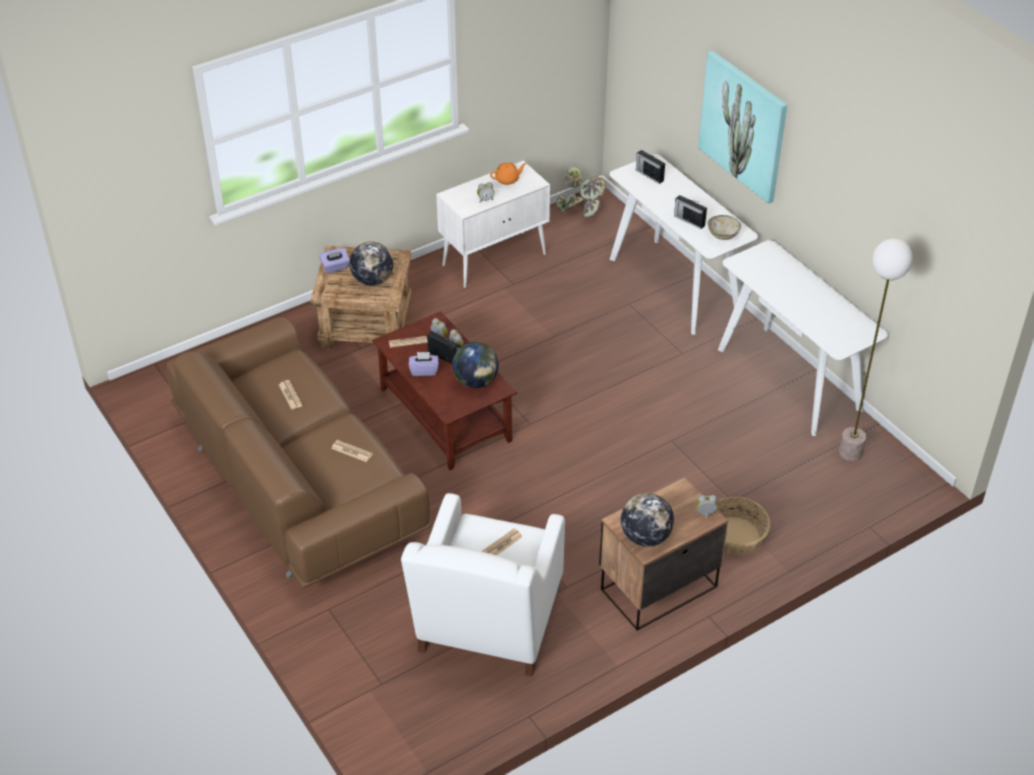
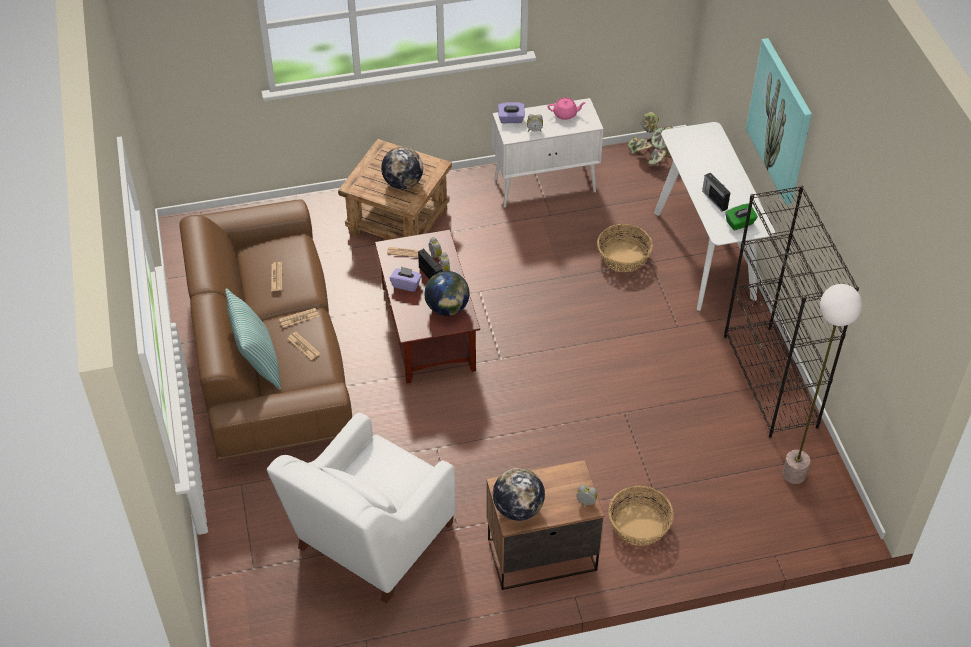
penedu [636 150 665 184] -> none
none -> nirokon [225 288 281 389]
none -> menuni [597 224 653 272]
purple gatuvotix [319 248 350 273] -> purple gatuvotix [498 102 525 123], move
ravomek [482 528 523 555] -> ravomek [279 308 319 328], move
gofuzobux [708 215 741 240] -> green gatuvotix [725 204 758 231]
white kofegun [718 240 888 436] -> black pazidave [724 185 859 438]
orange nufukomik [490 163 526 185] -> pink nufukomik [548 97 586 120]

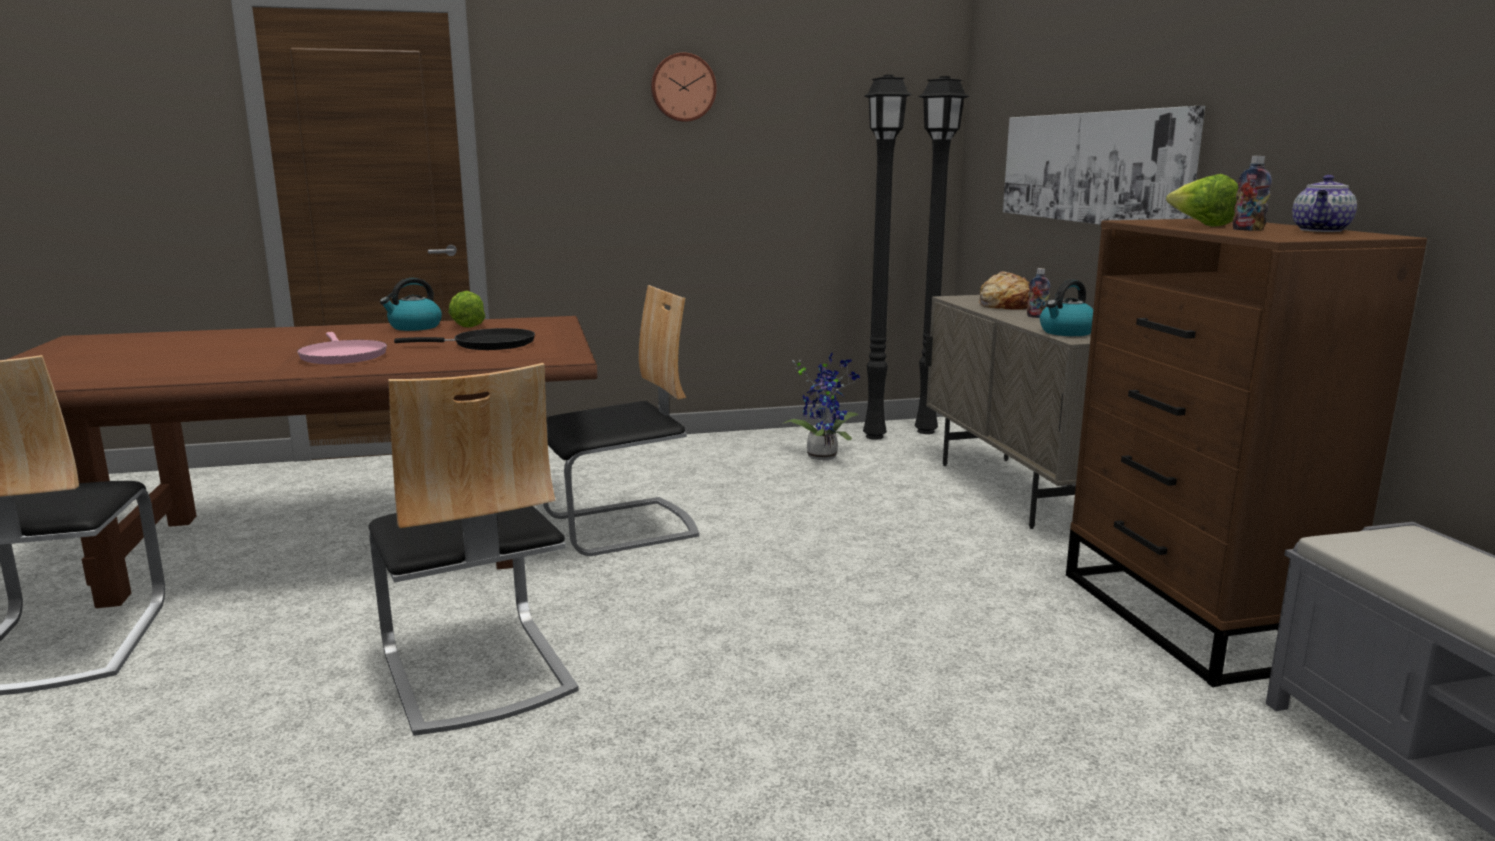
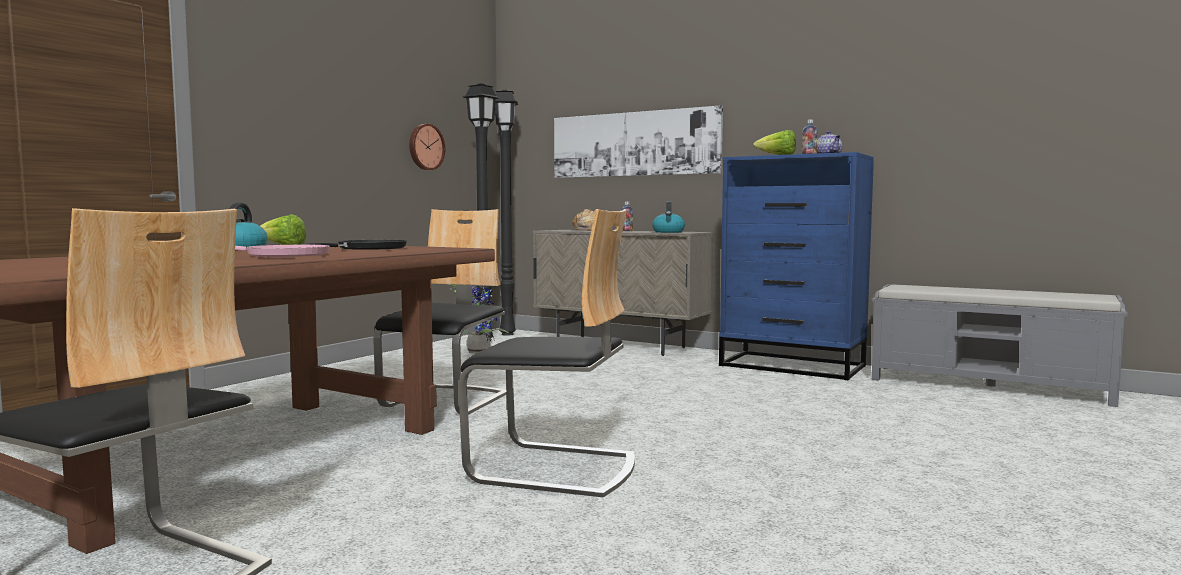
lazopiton [651 53 717 122] -> lazopiton [409 124 446 170], move
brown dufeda [1066 219 1427 687] -> blue dufeda [719 152 874 380]

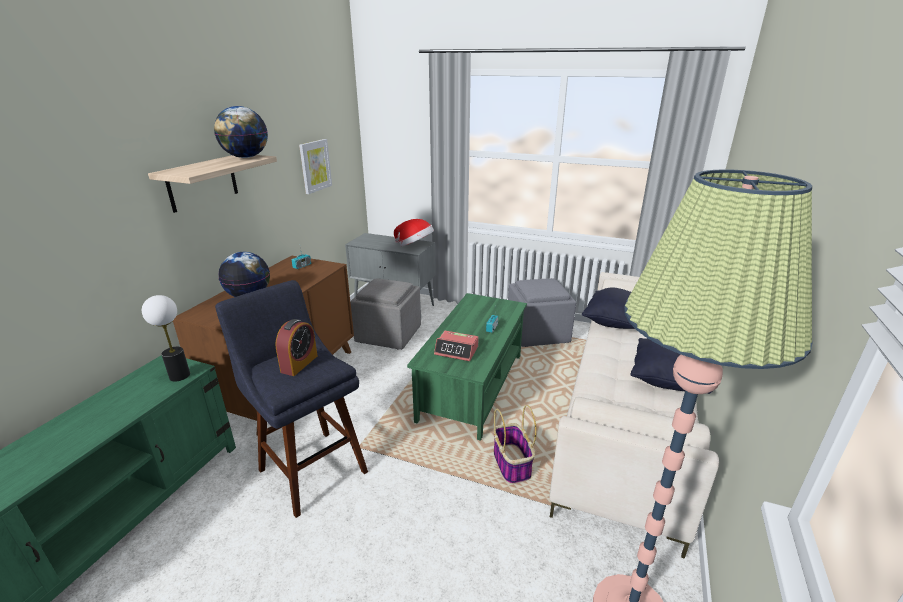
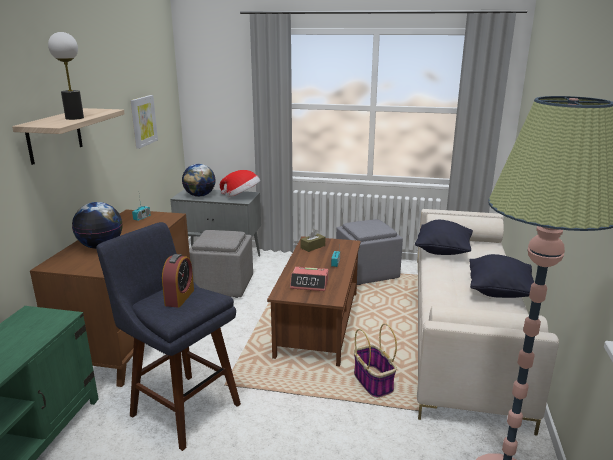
none -> brown gatuvotix [300 229 325 252]
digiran [142 295 190 381] -> digiran [48 32 84 120], move
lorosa [214 106 268 158] -> lorosa [182 164 215 197], move
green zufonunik [407 293 527 441] -> brown zufonunik [267 236 361 366]

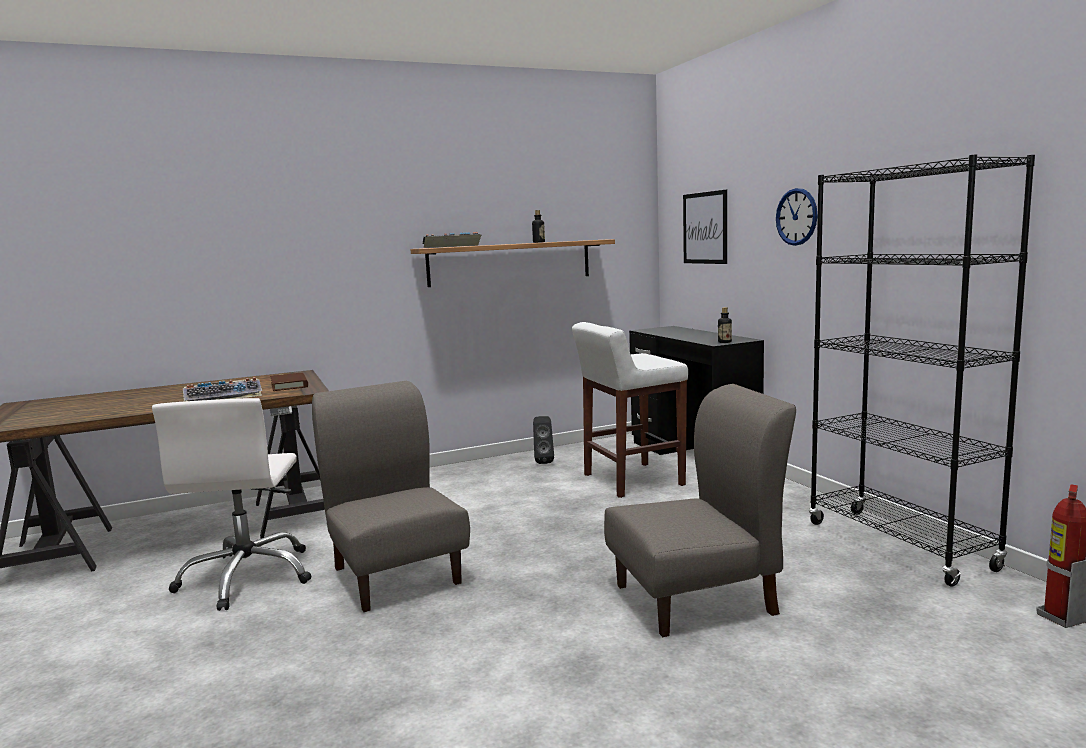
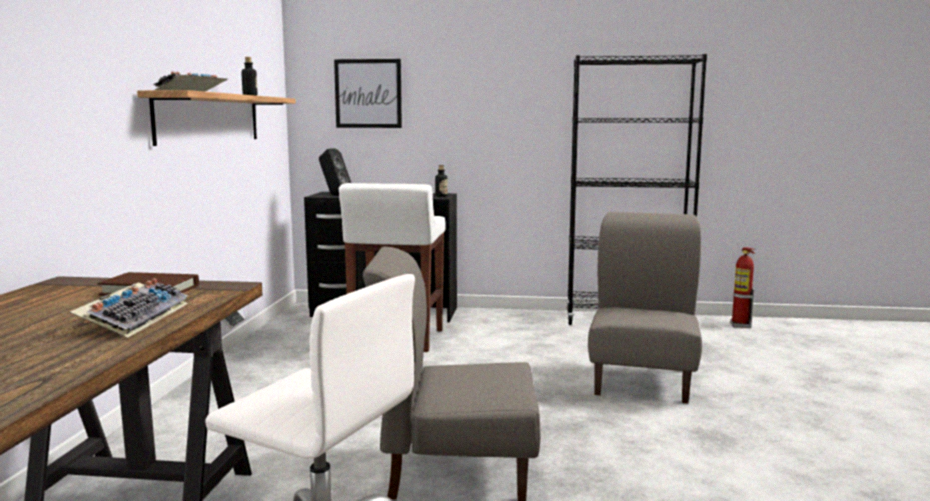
lazopiton [776 188 818 246] -> none
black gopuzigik [533 416 554 464] -> black gopuzigik [319 149 351 195], move

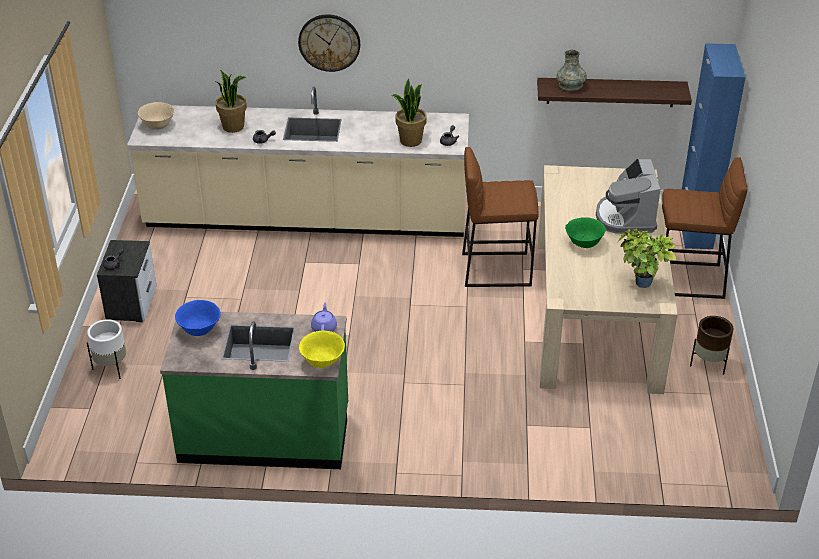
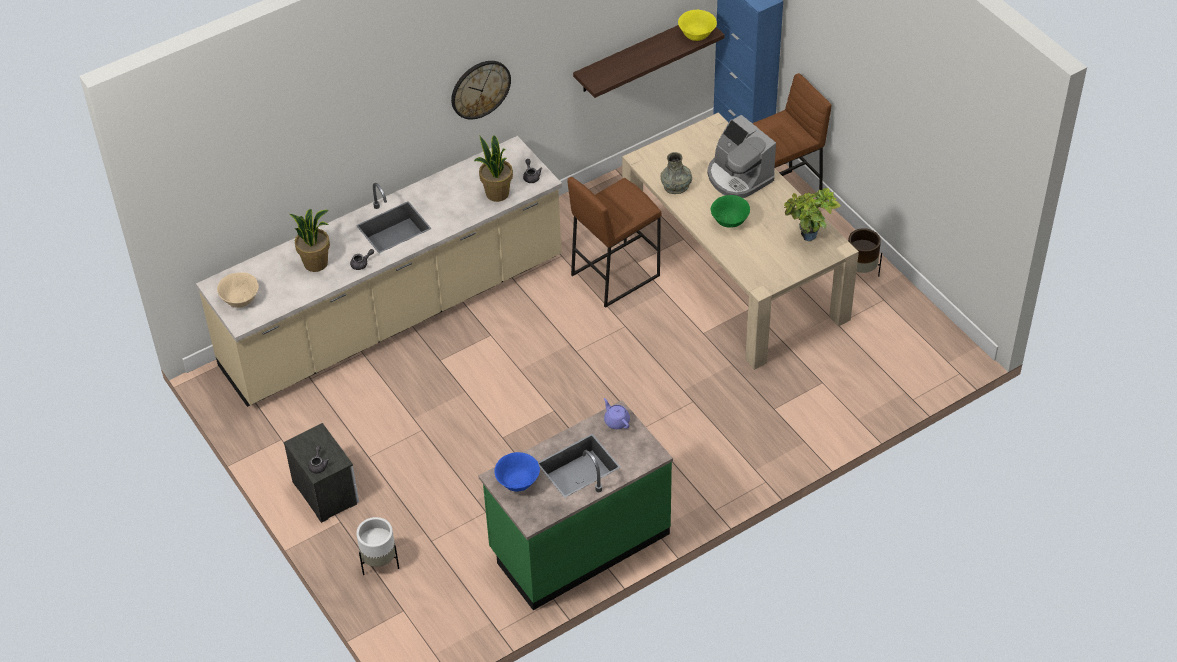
lazopiton [298 14 360 72] -> lazopiton [451 61 511 120], move
yellow gofuzobux [299 331 345 368] -> yellow gofuzobux [678 10 717 41], move
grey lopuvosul [556 50 587 91] -> grey lopuvosul [660 152 692 194], move

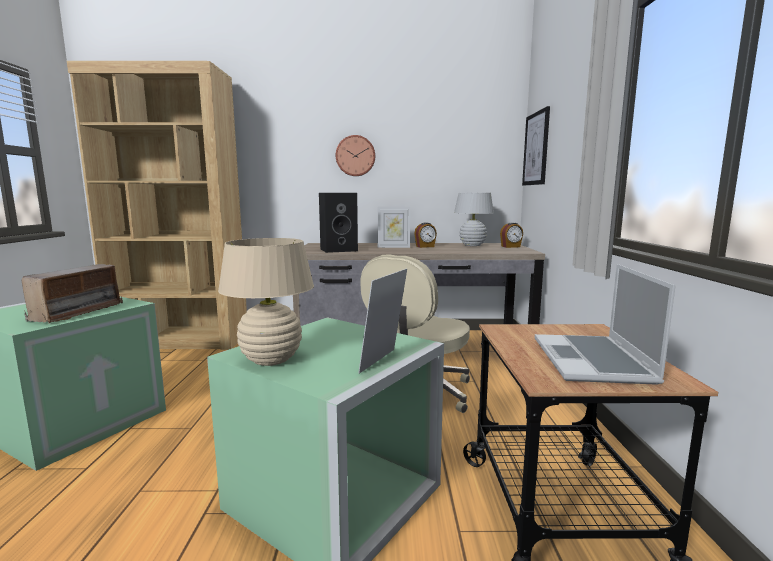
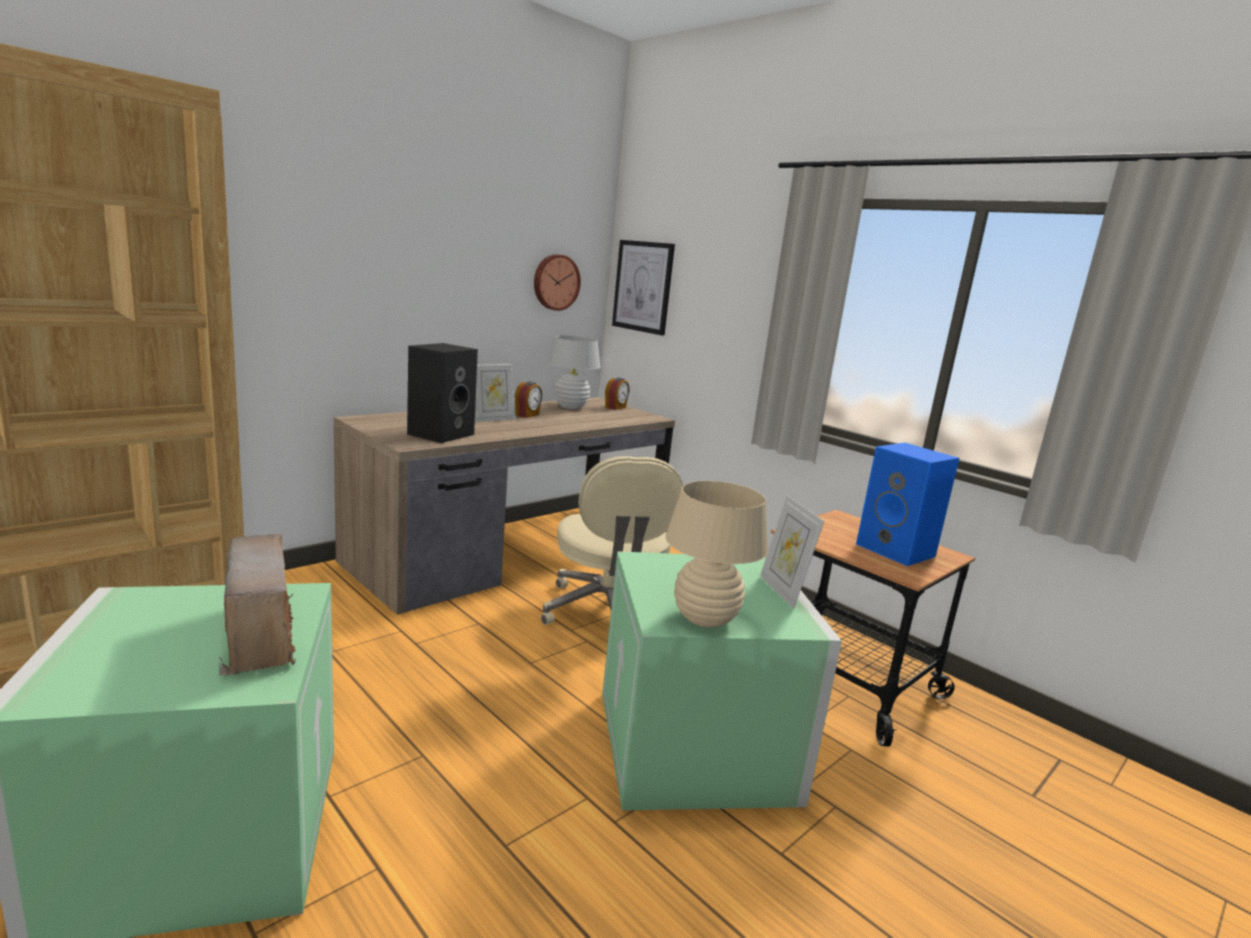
lazopiton [336 135 375 176] -> lazopiton [534 254 581 311], move
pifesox [535 264 676 385] -> blue gopuzigik [856 443 959 566]

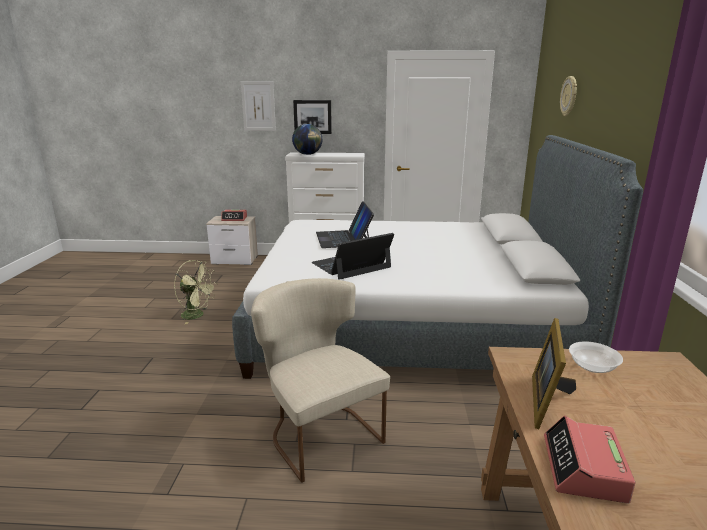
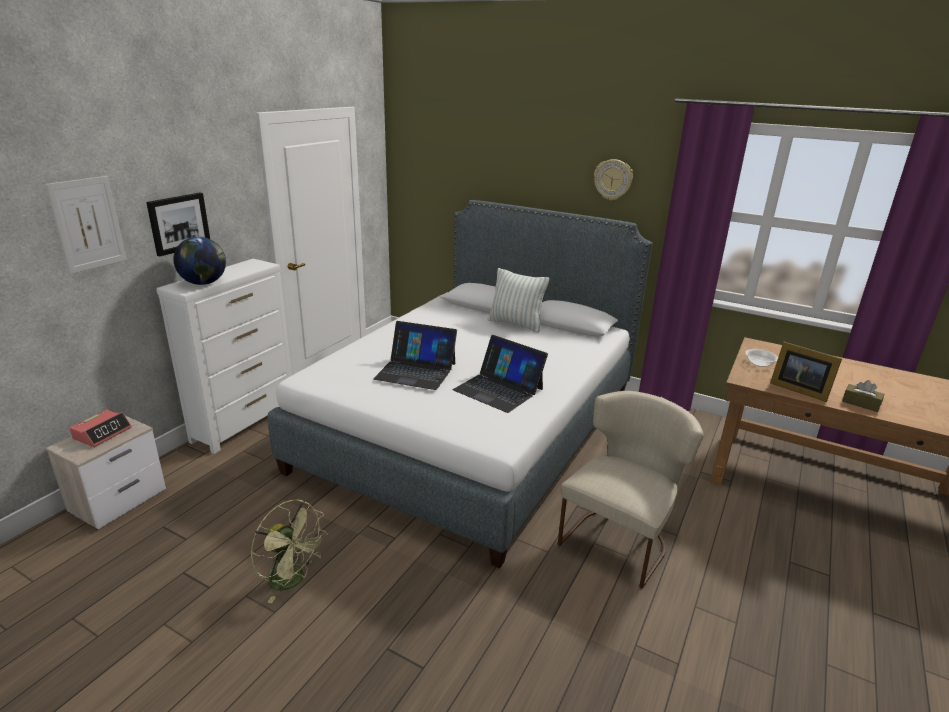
none -> nirokon [488 268 550 333]
lazopiton [560 76 577 116] -> lazopiton [594 159 633 200], move
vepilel [544 416 635 504] -> brown gatuvotix [842 380 884 412]
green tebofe [174 260 216 324] -> green tebofe [251 499 328 603], 75 degrees clockwise
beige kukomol [251 278 390 483] -> beige kukomol [558 391 704 588], 135 degrees clockwise
pifesox [311 233 394 280] -> pifesox [453 335 548 413], 45 degrees counterclockwise

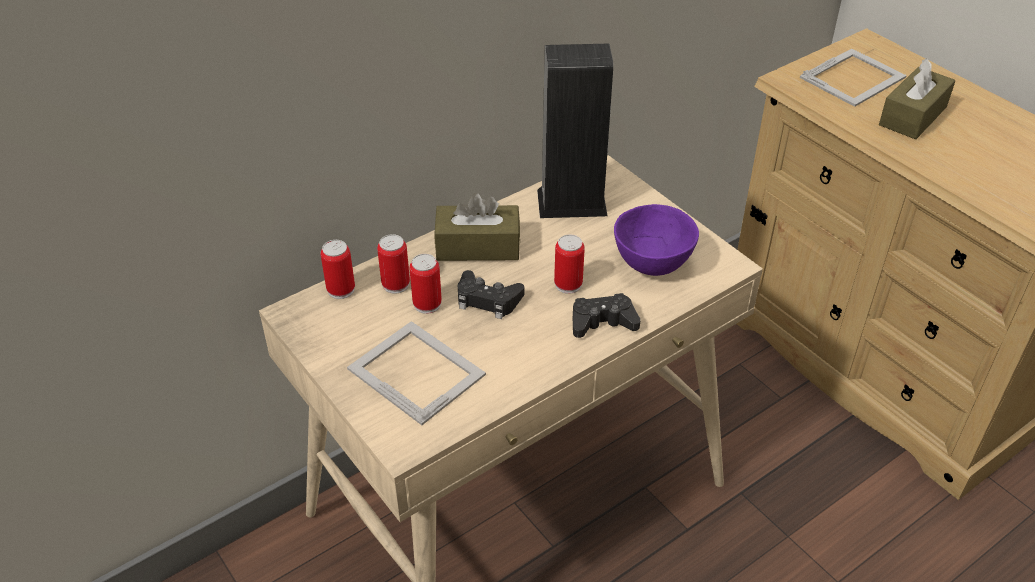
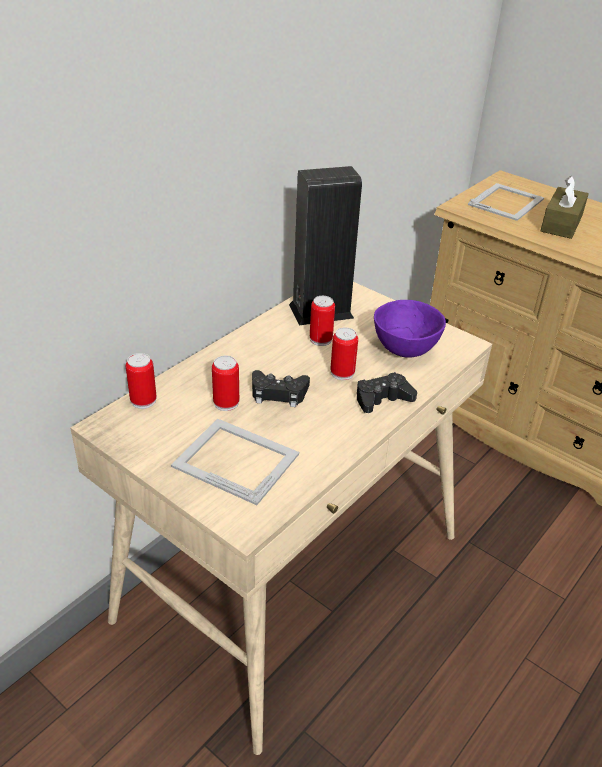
brown gatuvotix [434 193 520 261] -> none
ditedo [377 234 410 294] -> ditedo [310 296 335 346], move

